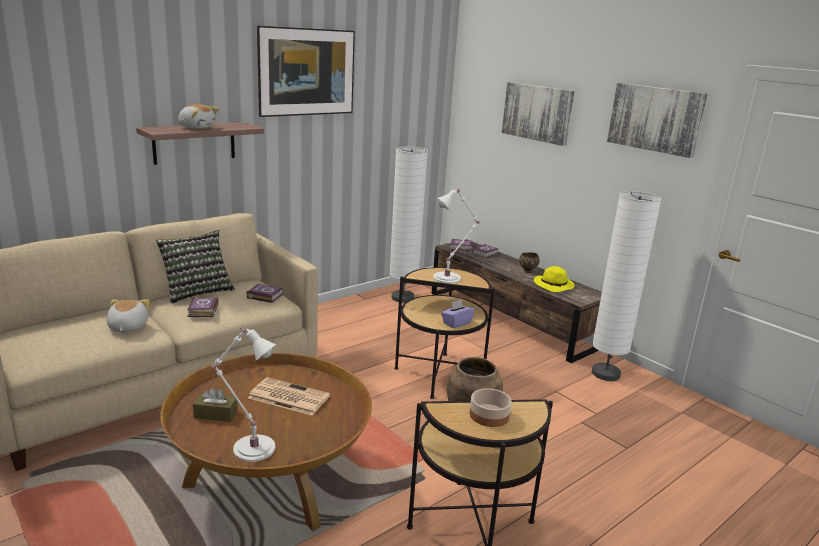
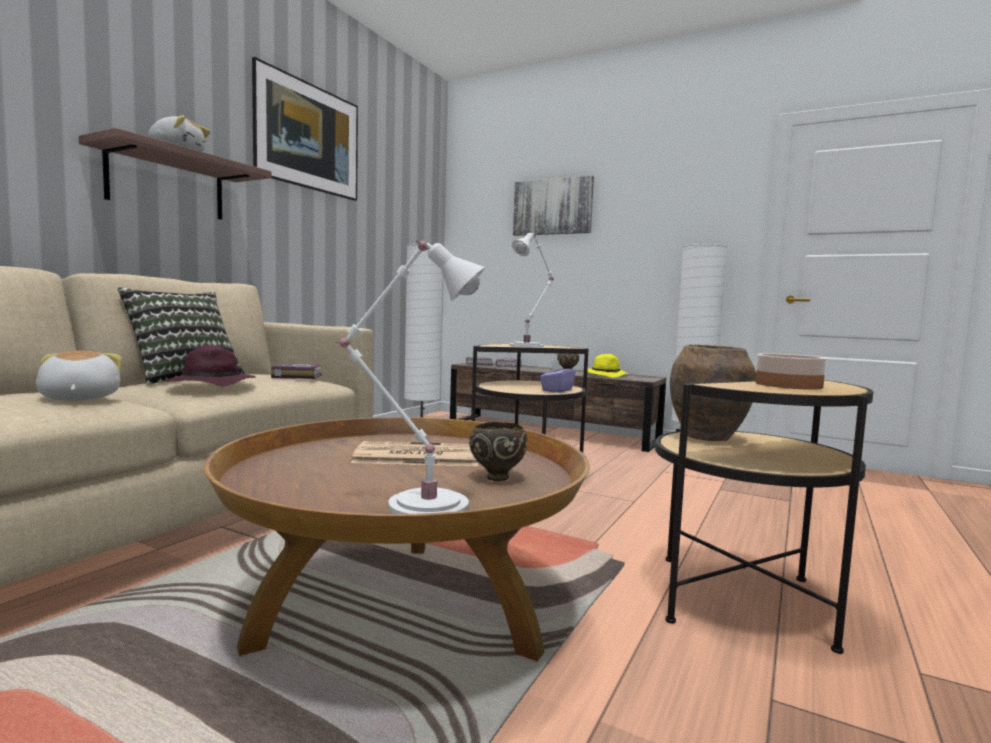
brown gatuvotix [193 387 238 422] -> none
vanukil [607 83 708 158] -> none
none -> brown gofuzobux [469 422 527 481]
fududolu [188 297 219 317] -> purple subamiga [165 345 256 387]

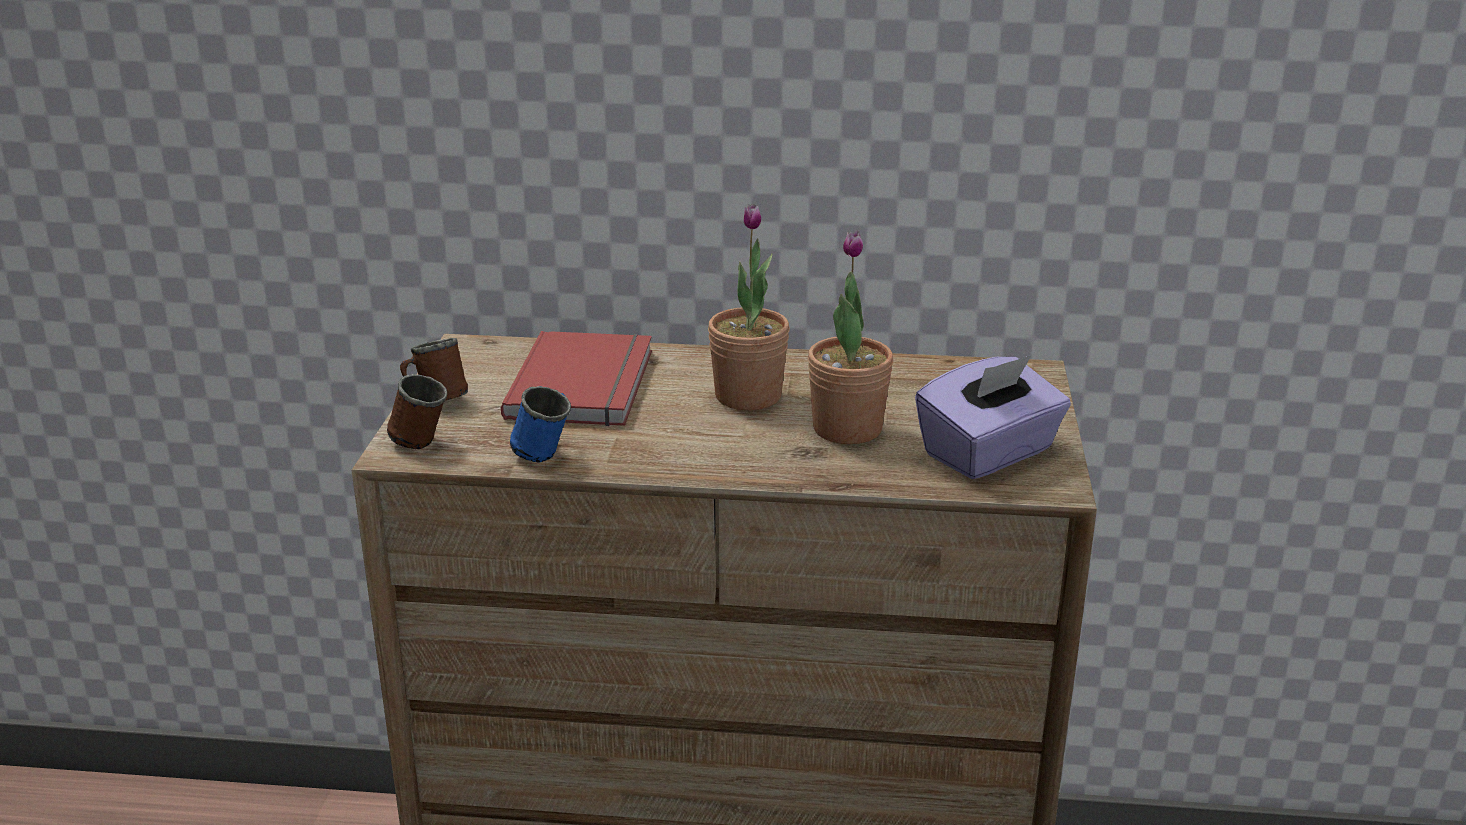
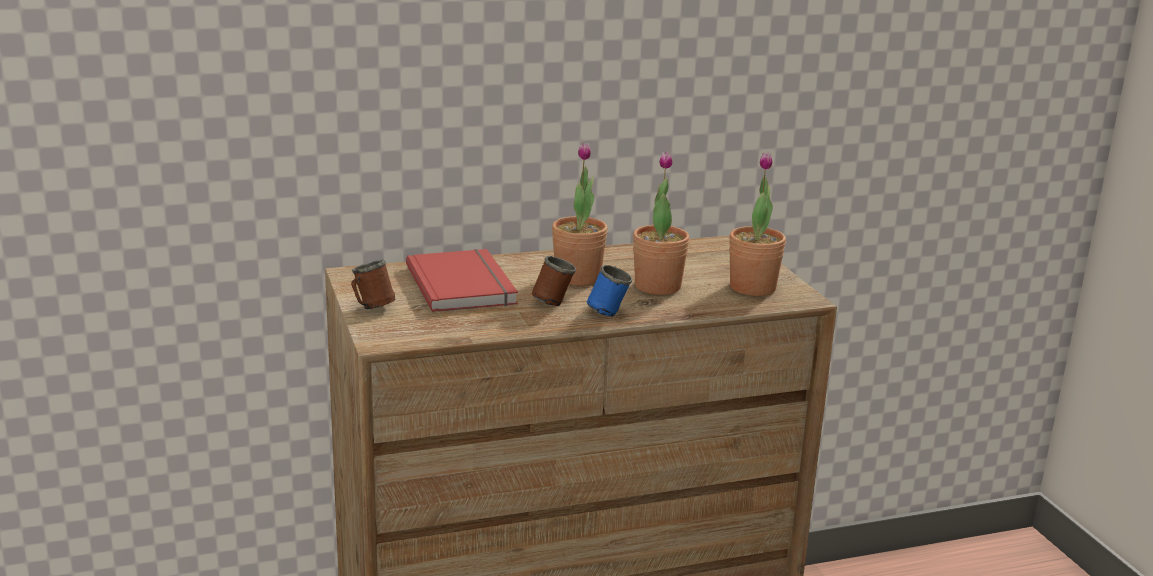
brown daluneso [387 374 447 449] -> brown daluneso [532 256 576 306], move
blue daluneso [510 386 571 463] -> blue daluneso [587 265 632 316], move
purple gatuvotix [915 355 1071 479] -> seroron [729 153 786 296]

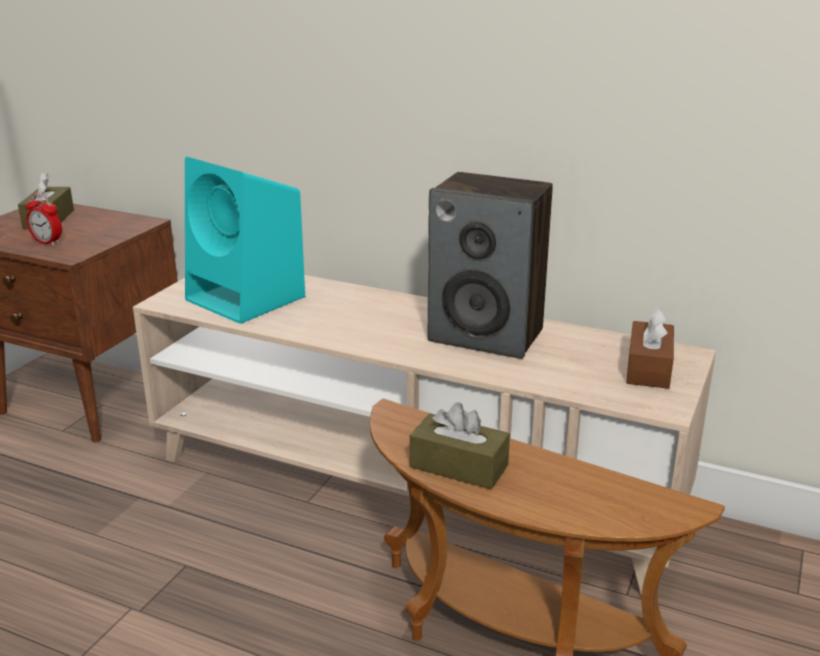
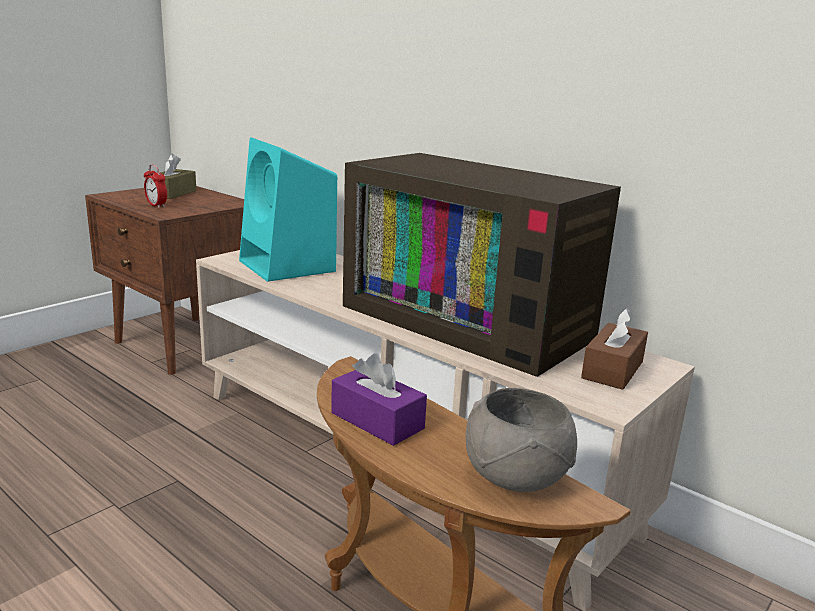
none -> grey gofuzobux [466 388 577 492]
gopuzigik [428 172 553 359] -> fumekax [343 153 621 377]
brown gatuvotix [410 402 510 489] -> purple gatuvotix [331 353 427 446]

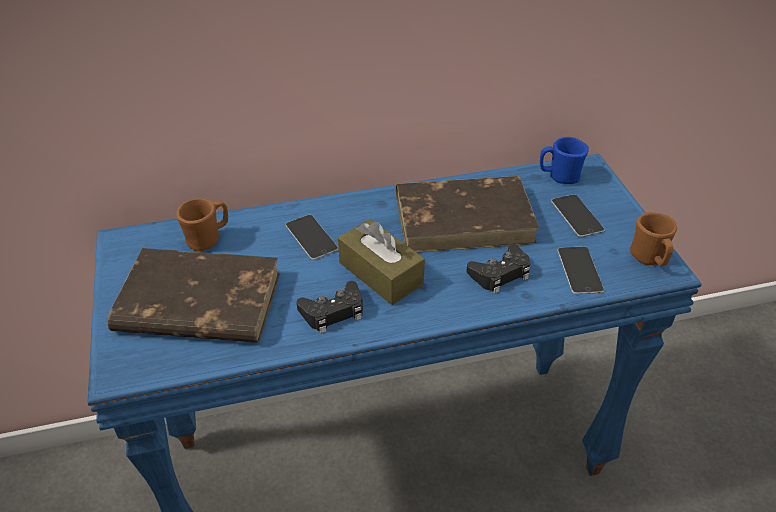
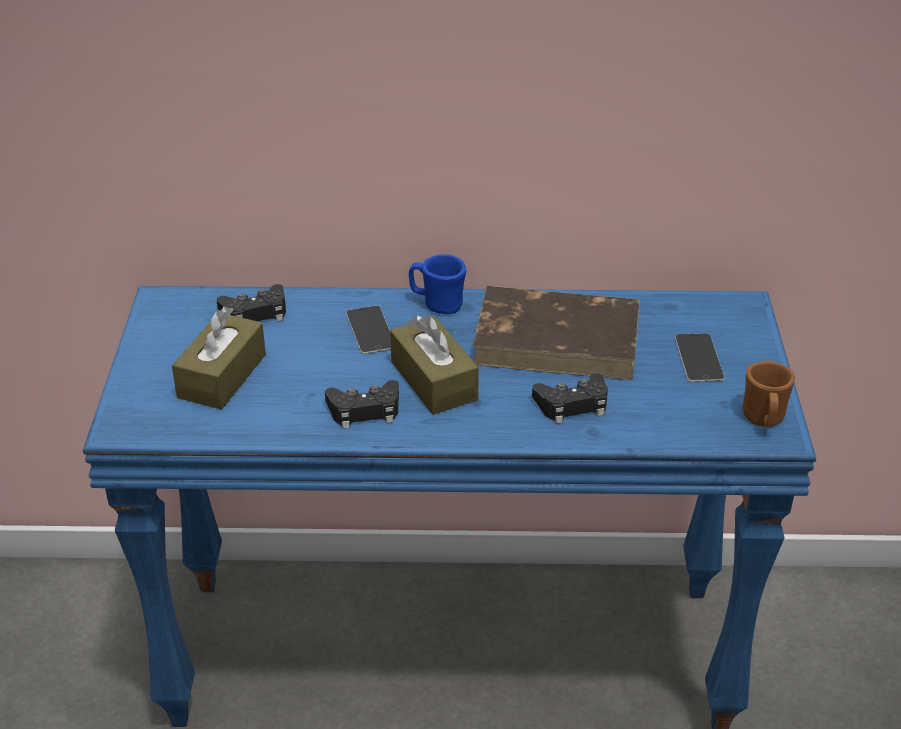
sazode [557 246 604 294] -> none
blue daluneso [540 137 589 184] -> blue daluneso [409 254 466 314], move
brown fududolu [108 248 280 343] -> brown gatuvotix [172 306 266 410]
brown daluneso [176 198 228 251] -> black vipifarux [217 284 286 322]

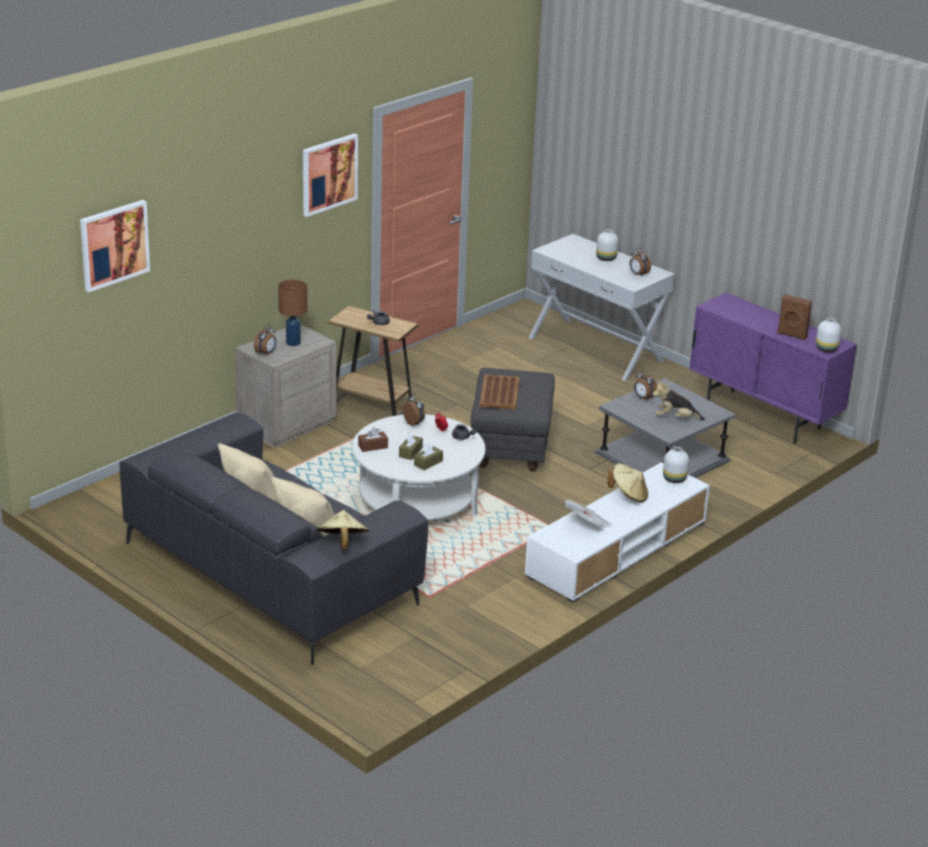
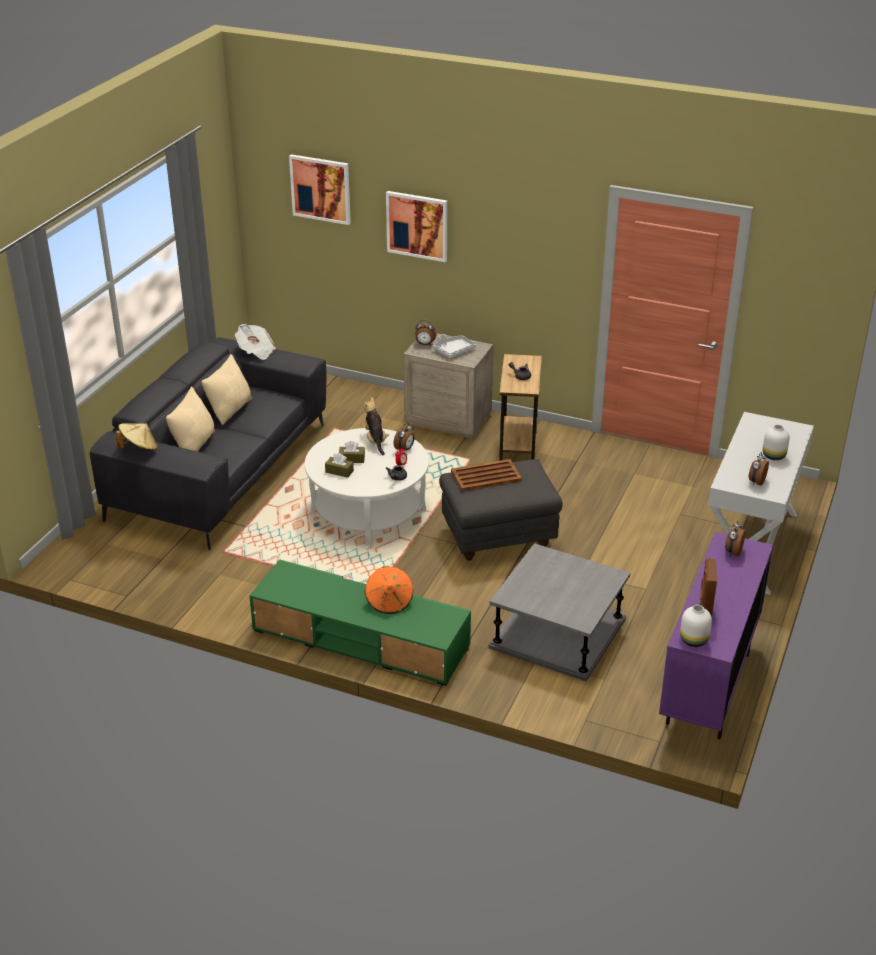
brown gatuvotix [358 427 388 452] -> none
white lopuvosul [663 447 689 483] -> none
vanukil [303 133 358 217] -> vanukil [386 191 447 262], move
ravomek [565 500 612 527] -> ravomek [235 324 276 360], move
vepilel [634 370 657 400] -> vepilel [725 521 746 556], move
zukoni [652 380 705 420] -> zukoni [364 397 389 456], move
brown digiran [278 280 307 346] -> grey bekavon [433 334 476 358]
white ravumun [525 462 710 603] -> green ravumun [249 560 471 686]
beige subamiga [608 463 648 503] -> orange subamiga [365 566 413 614]

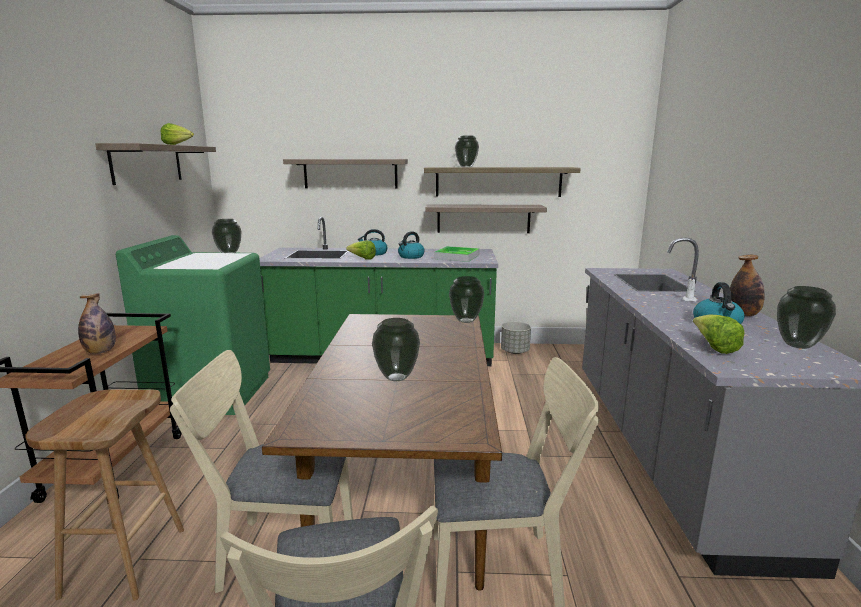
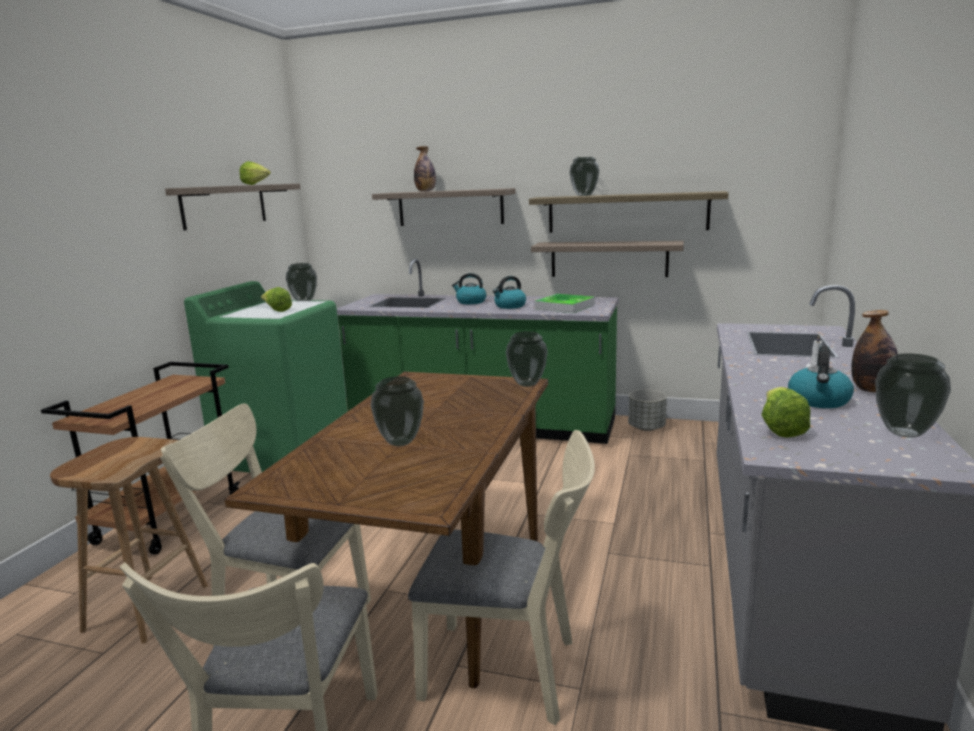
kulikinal [78 293 116 354] -> kulikinal [414 146 436 192], move
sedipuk [346 240 376 260] -> sedipuk [261 287 292 312], move

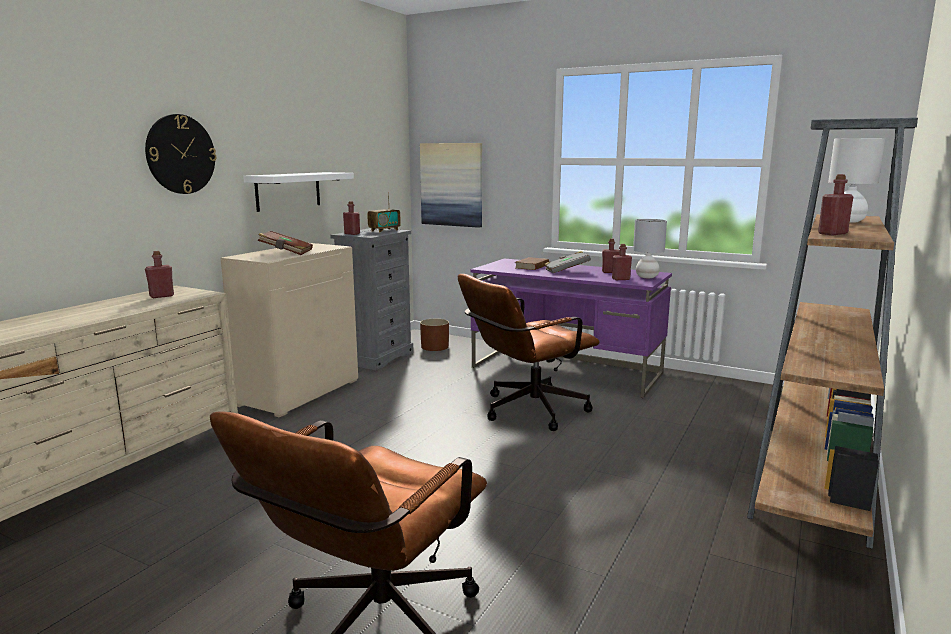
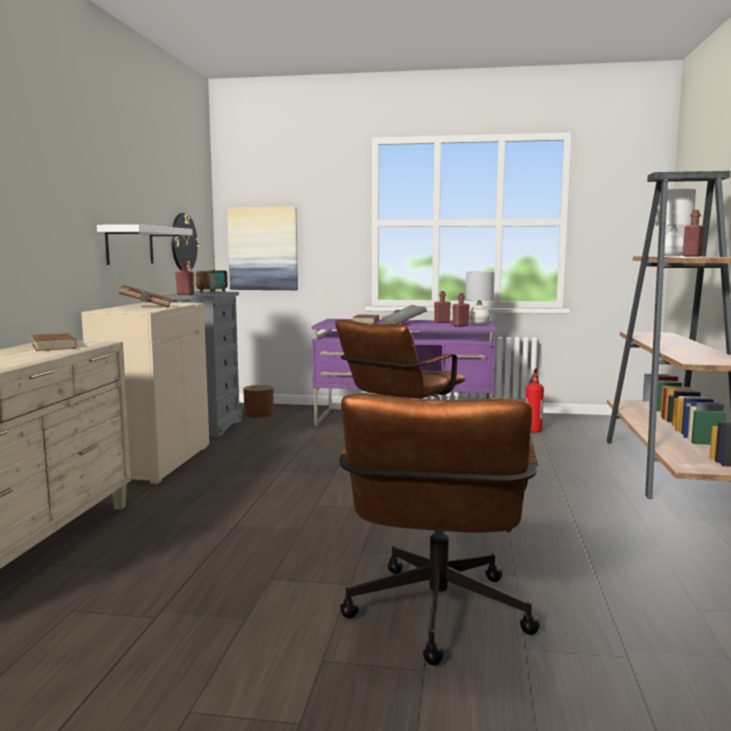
none -> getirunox [525 368 544 432]
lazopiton [145 114 217 194] -> lazopiton [171 213 199 271], move
red kulikinal [145 251 174 298] -> brown fududolu [32 333 77 351]

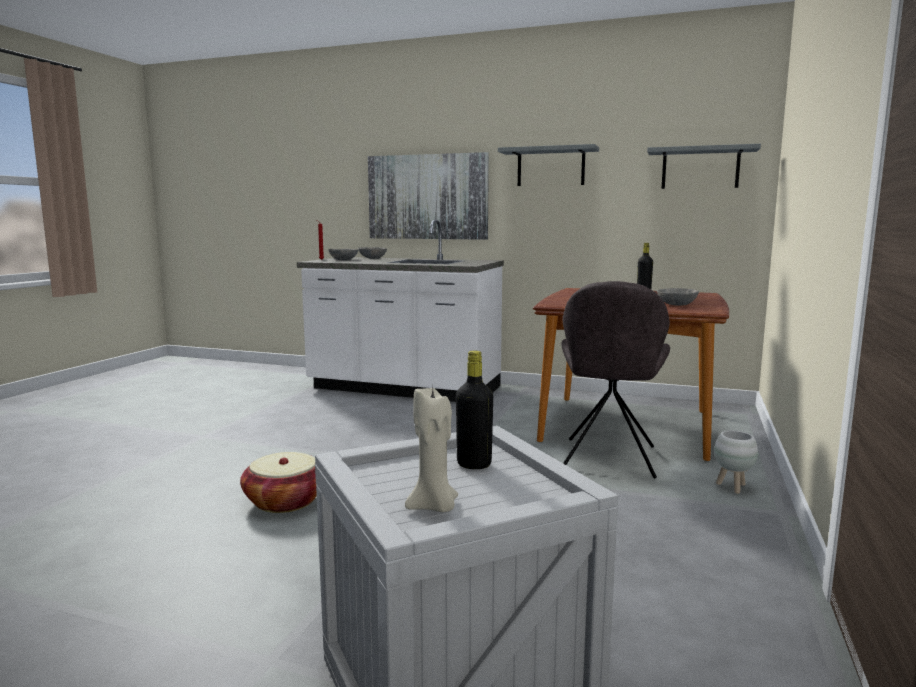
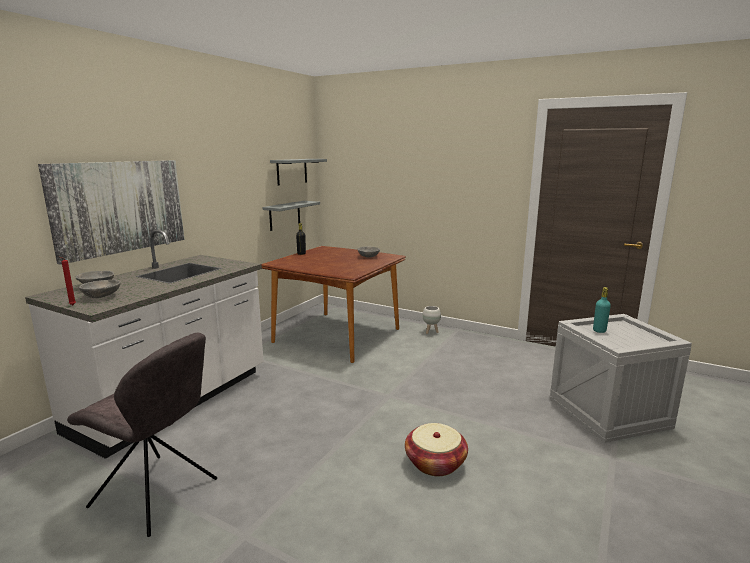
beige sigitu [405 388 458 512] -> none
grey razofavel [498 144 599 186] -> grey razofavel [263 201 320 231], move
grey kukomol [562 281 670 478] -> grey kukomol [67 333 217 537], move
black kulikinal [456 351 493 469] -> turquoise kulikinal [593 287 611 333]

